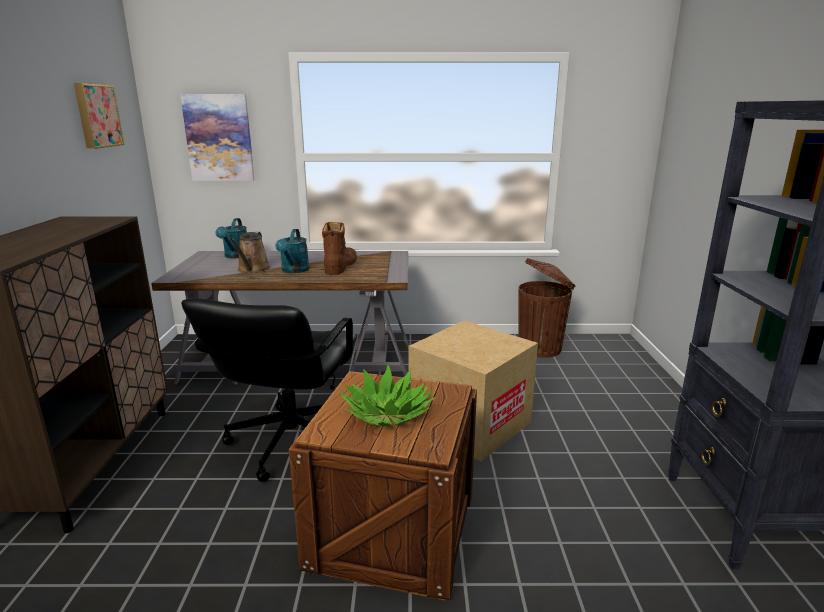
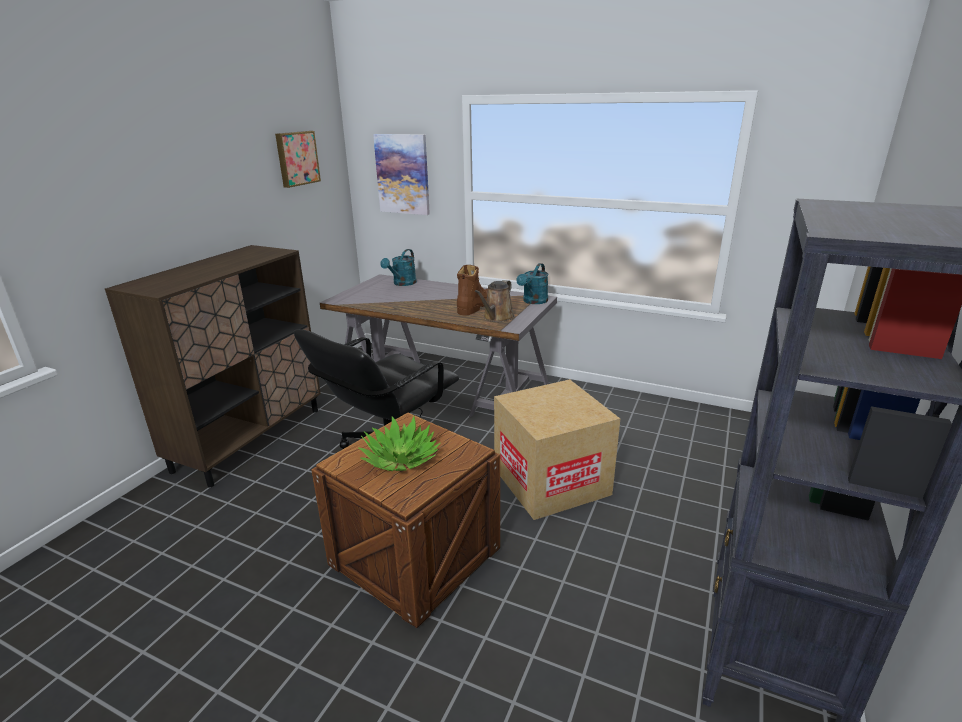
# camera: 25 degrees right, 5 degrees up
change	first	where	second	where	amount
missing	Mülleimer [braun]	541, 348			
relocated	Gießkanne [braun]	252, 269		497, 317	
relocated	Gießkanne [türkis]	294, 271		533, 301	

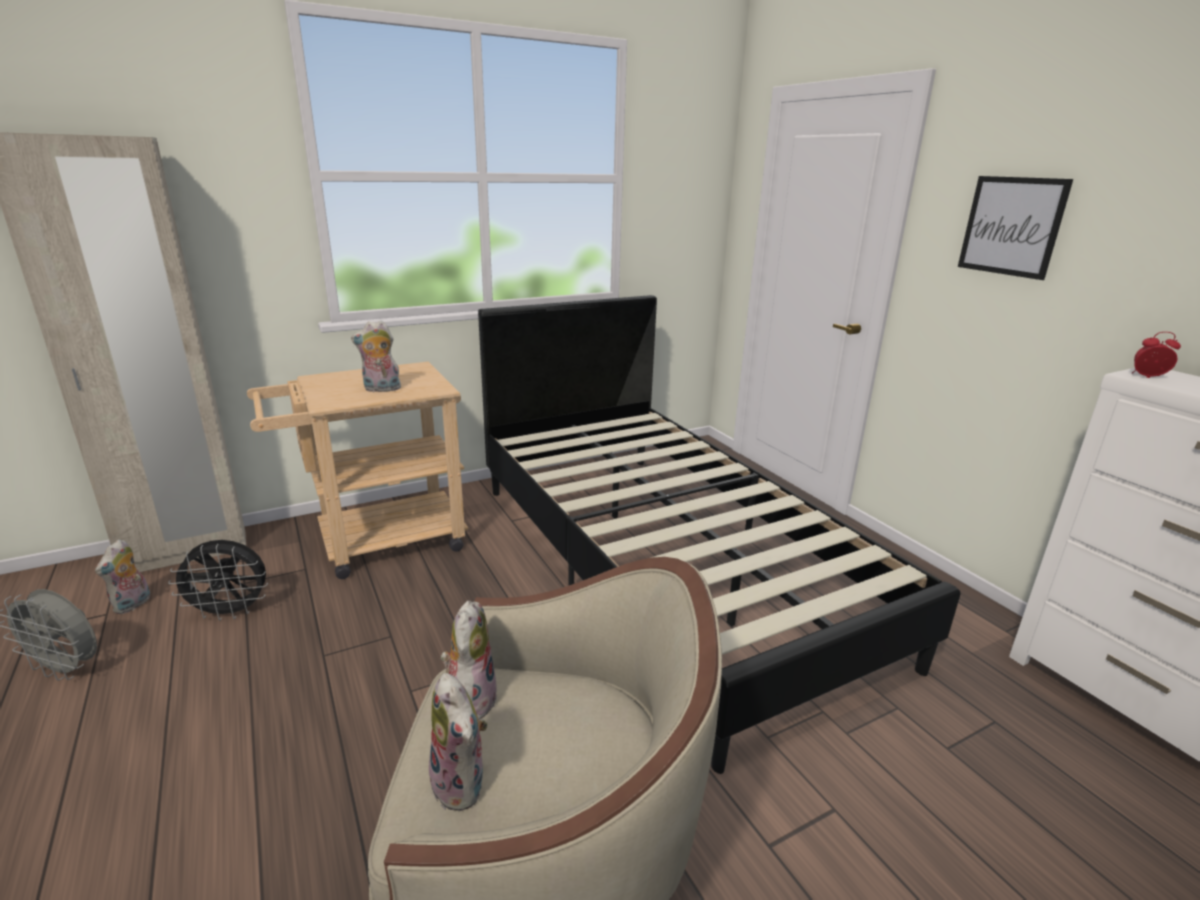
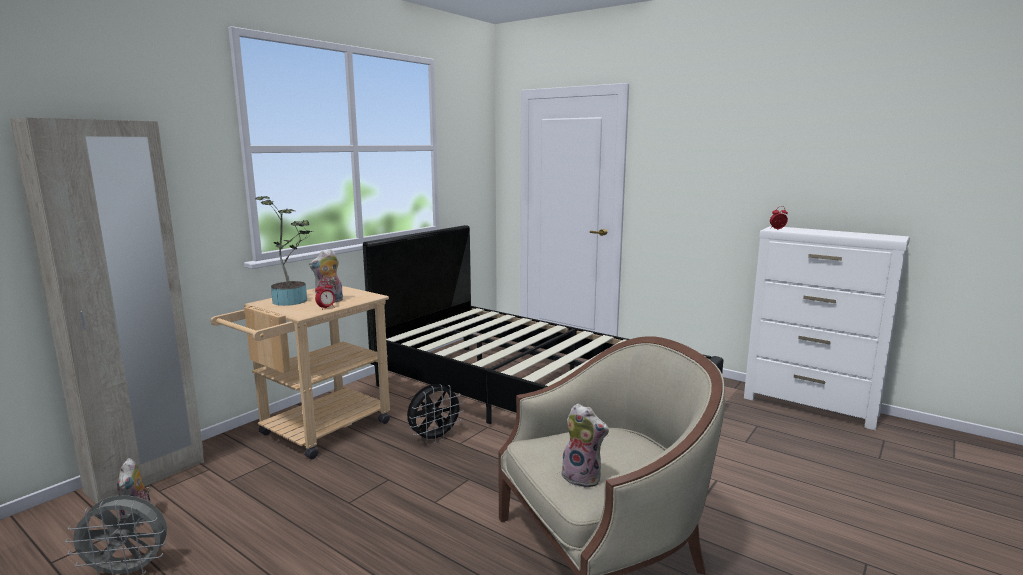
# camera: 25 degrees left, 10 degrees down
change	first	where	second	where	amount
missing	Plüschtier	471, 698			
missing	Bild	1011, 226			
appeared			Topfpflanze	292, 300	
appeared			Wecker	326, 308	
relocated	Ventilator [schwarz]	231, 612		434, 438	

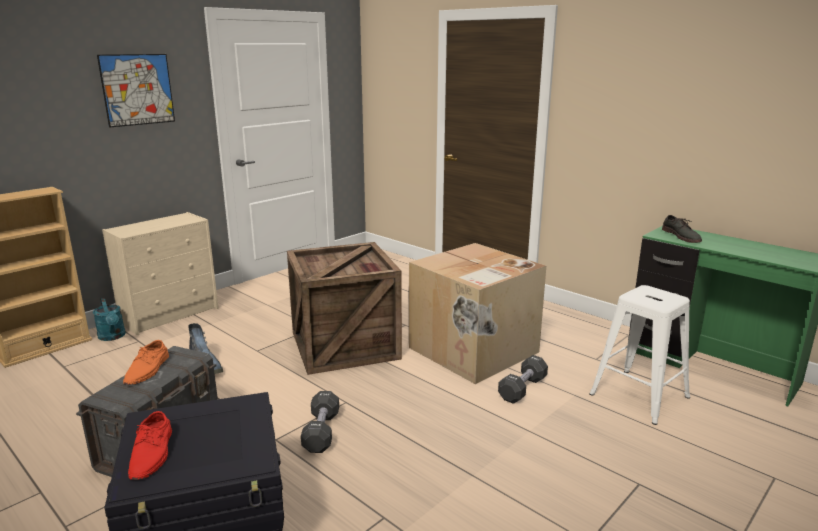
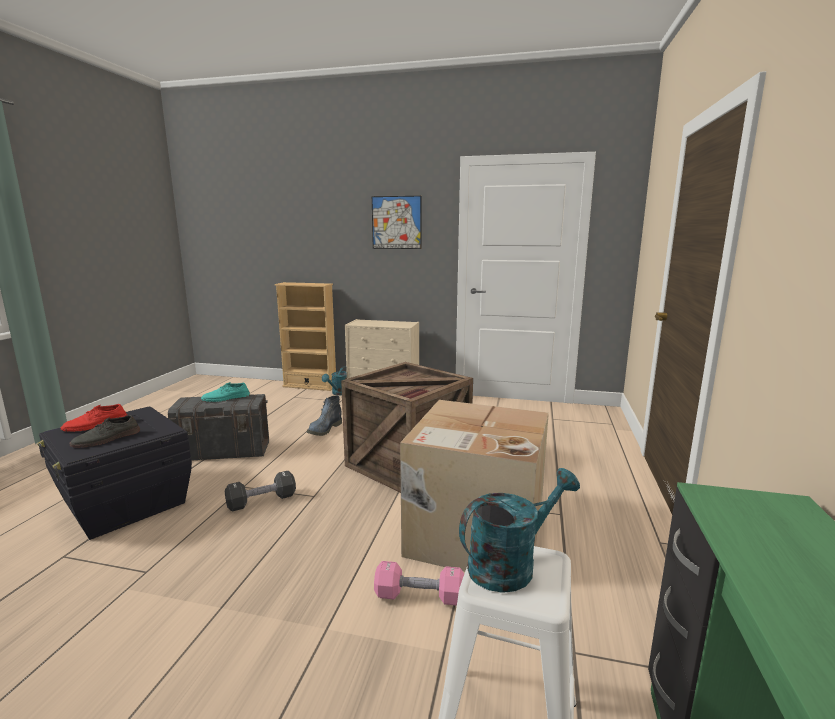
# camera: 60 degrees right, 5 degrees down
change	first	where	second	where	amount
appeared			Gießkanne [türkis]	511, 564	
relocated	Schuh [grau]	681, 236		106, 439	
colour	Schuh [orange]	148, 370	Schuh [türkis]	226, 398	
colour	Hantel [schwarz]	522, 389	Hantel [rosa]	419, 596	

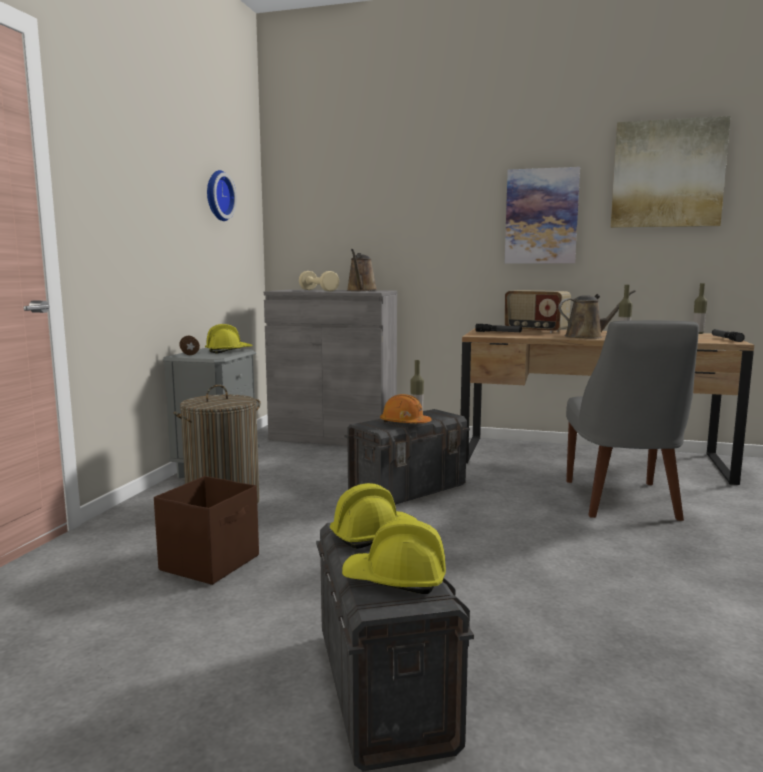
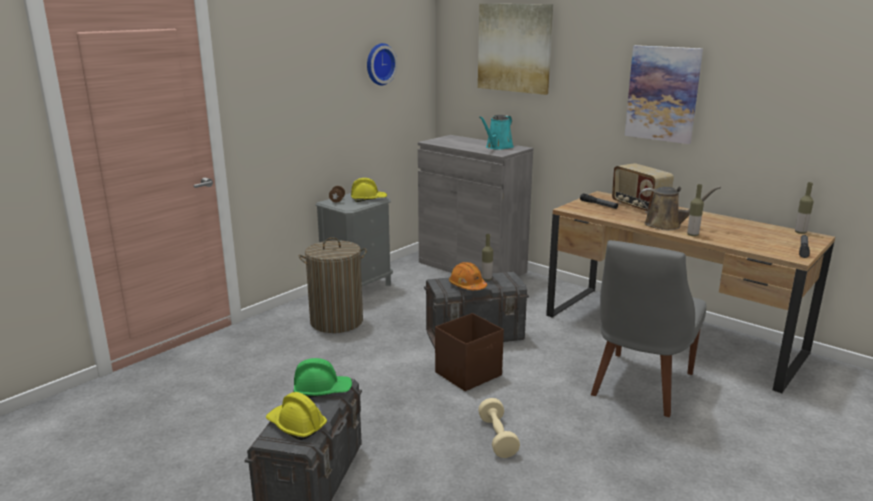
# camera: 25 degrees right, 10 degrees up
change	first	where	second	where	amount
relocated	Aufbewahrungsbox [braun]	211, 562		469, 374	
relocated	Hantel [beige]	318, 290		497, 437	
relocated	Bild	667, 174		514, 48	
colour	Schutzhelm [gelb]	374, 535	Schutzhelm [grün]	322, 390	
colour	Gießkanne [braun]	361, 290	Gießkanne [türkis]	498, 147	

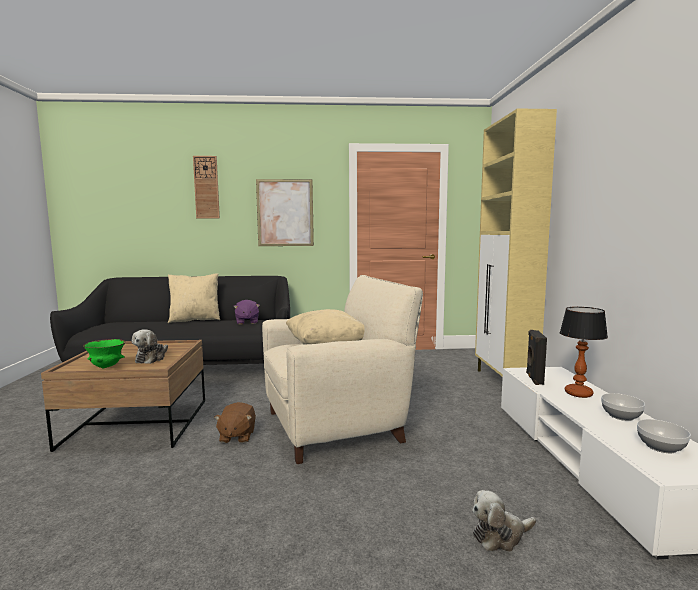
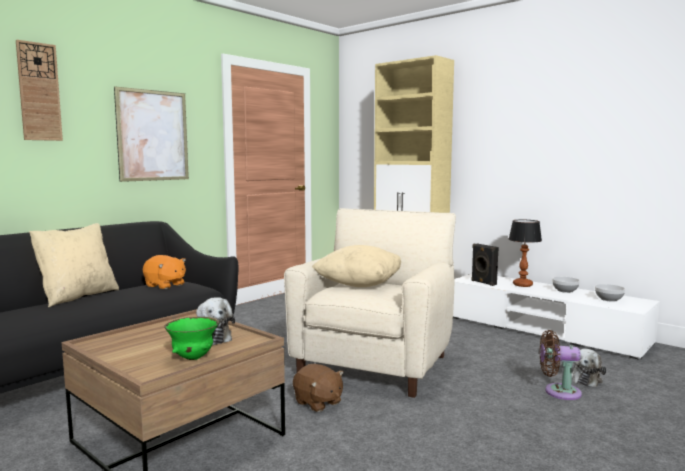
# camera: 45 degrees left, 0 degrees up
change	first	where	second	where	amount
appeared			Ventilator [braun]	558, 392	
colour	Plüschtier [lila]	247, 322	Plüschtier [orange]	165, 285	

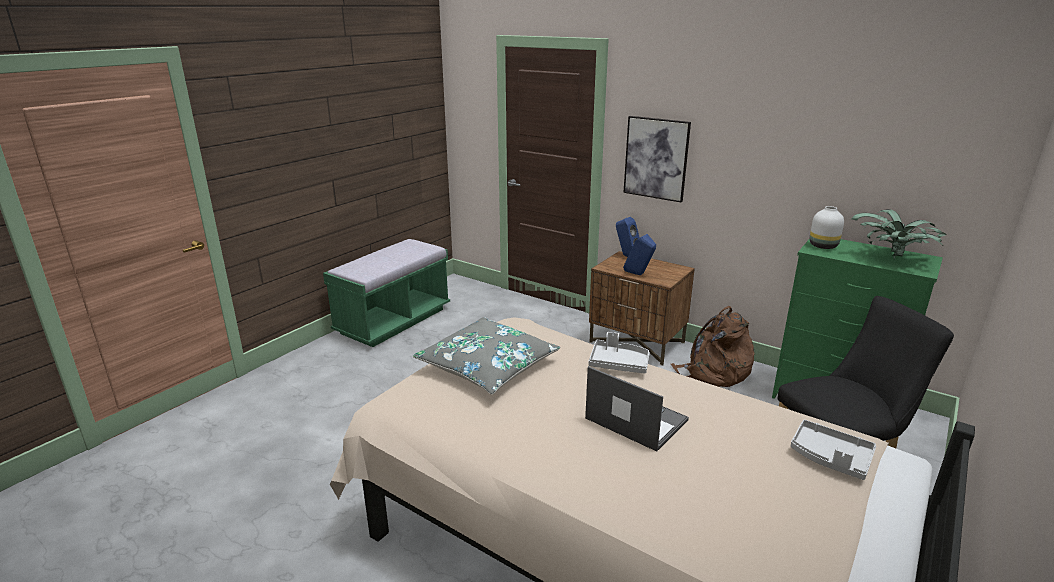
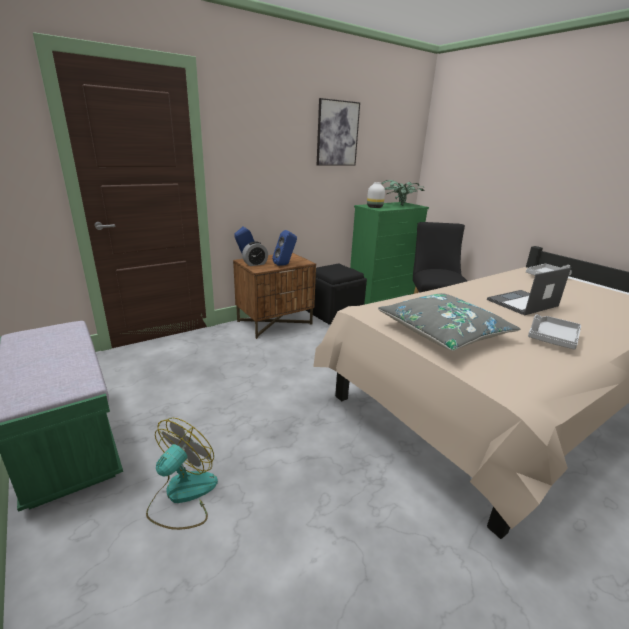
# camera: 70 degrees left, 0 degrees up
change	first	where	second	where	amount
appeared			Ventilator	182, 495	
appeared			Wecker	255, 264	
relocated	Tablett [grau]	618, 364		552, 338	
relocated	Bild	656, 158		337, 133	
exchanged	Rucksack [braun]	713, 372	Polsterhocker [schwarz]	332, 313	

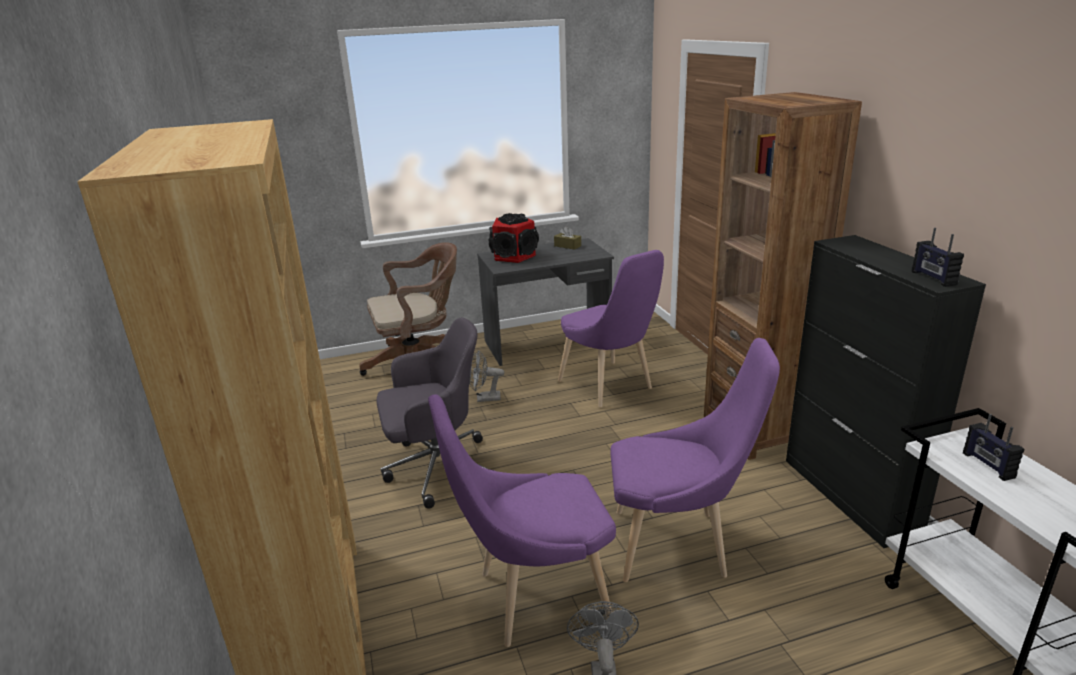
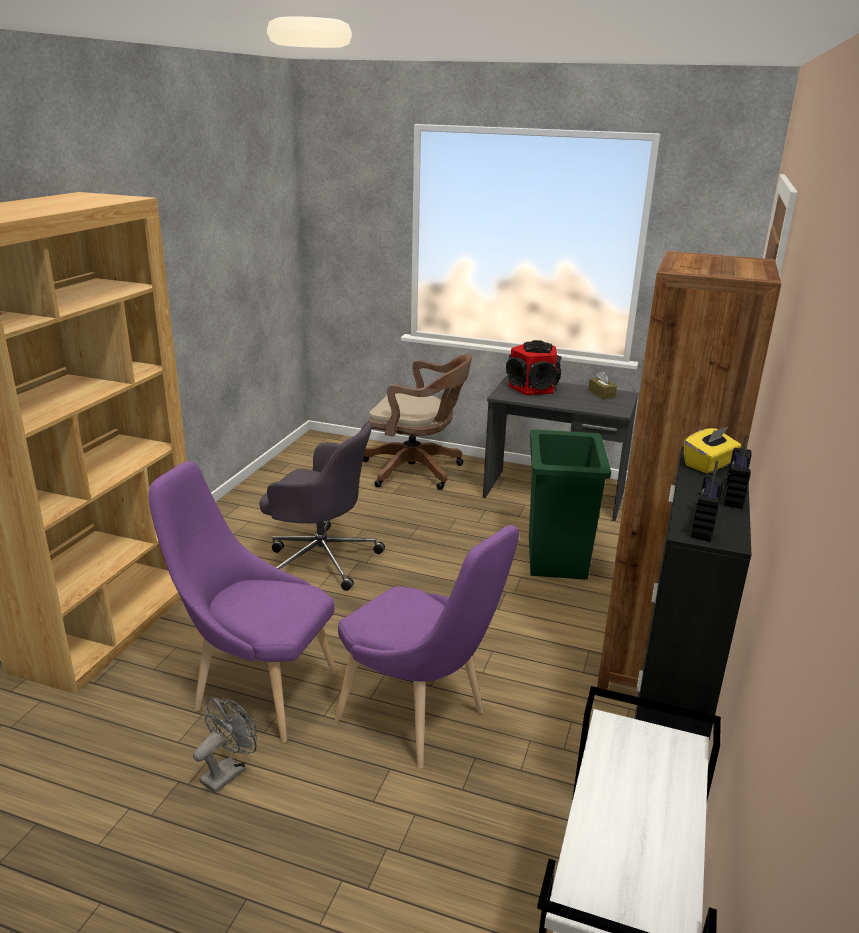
# camera: 35 degrees right, 0 degrees up
change	first	where	second	where	amount
missing	Ventilator [grau]	484, 398			
appeared			Taschentuchbox [gelb]	709, 465	
relocated	Radio	987, 465		733, 495	
exchanged	Stuhl [lila]	609, 387	Mülleimer [grün]	556, 558	

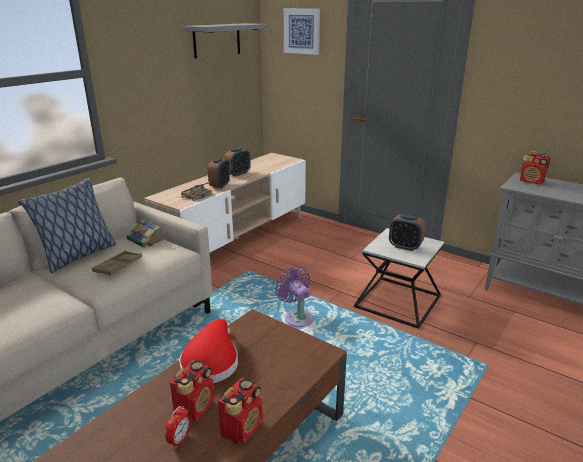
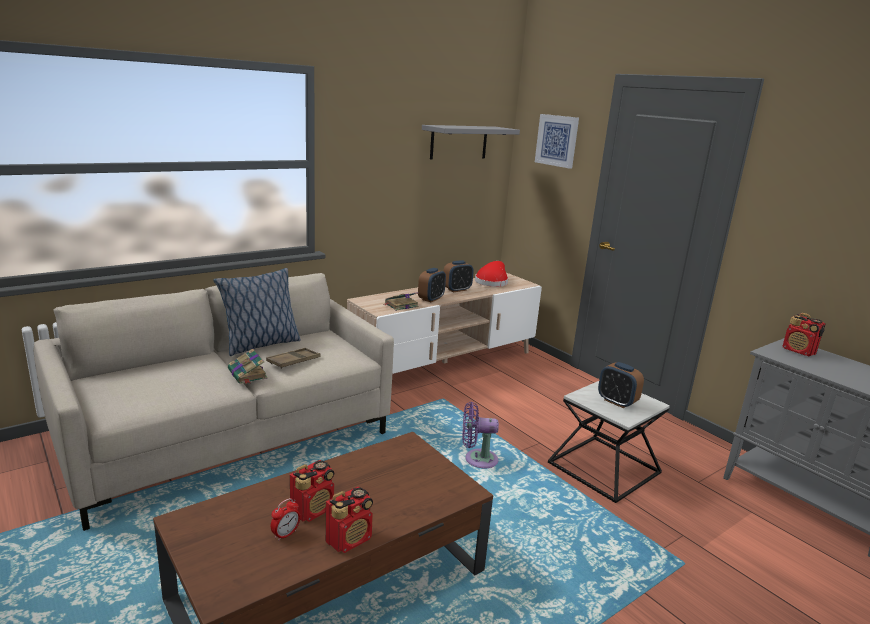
# camera: 15 degrees right, 5 degrees down
change	first	where	second	where	amount
relocated	Buch	145, 240		248, 374	
relocated	Hut [rot]	211, 361		492, 282	
spun	Ventilator [lila]	297, 317		477, 459	75 degrees counterclockwise

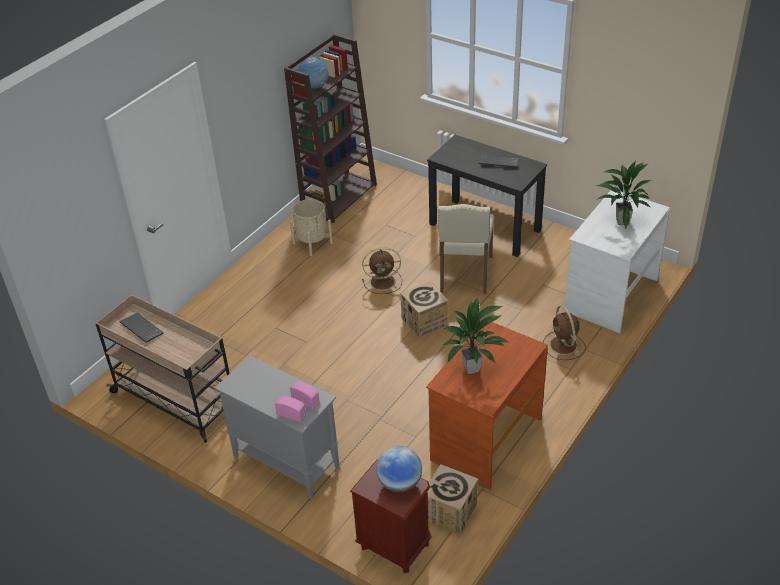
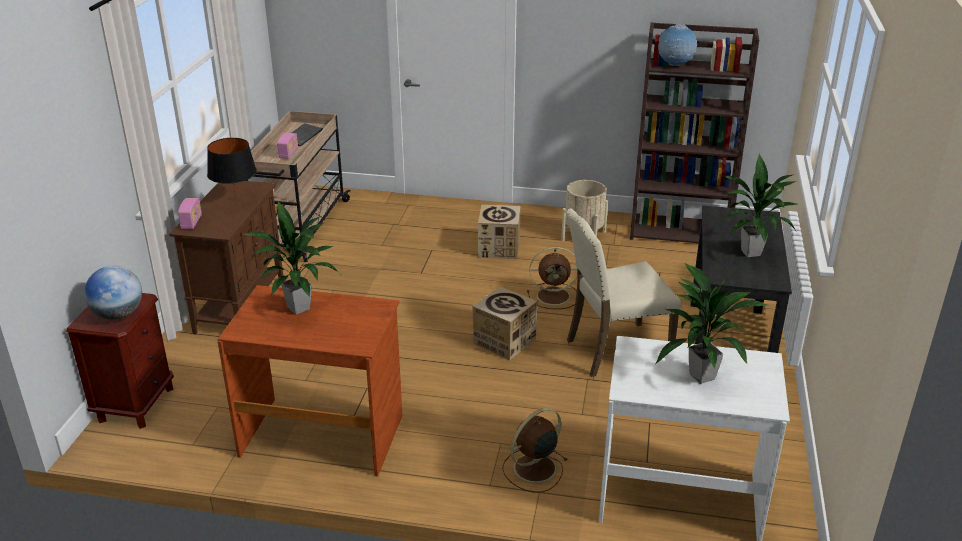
# camera: 65 degrees right, 10 degrees down
change	first	where	second	where	amount
appeared			Tischlampe [schwarz]	236, 201	
relocated	Radio	305, 401		288, 154	
relocated	Karton	450, 512		499, 248	
exchanged	Tastatur	498, 162	Topfpflanze	750, 253	
colour	Schrank [grau]	285, 461	Schrank [braun]	240, 305	
spun	Ventilator [braun]	384, 282		555, 296	60 degrees counterclockwise

